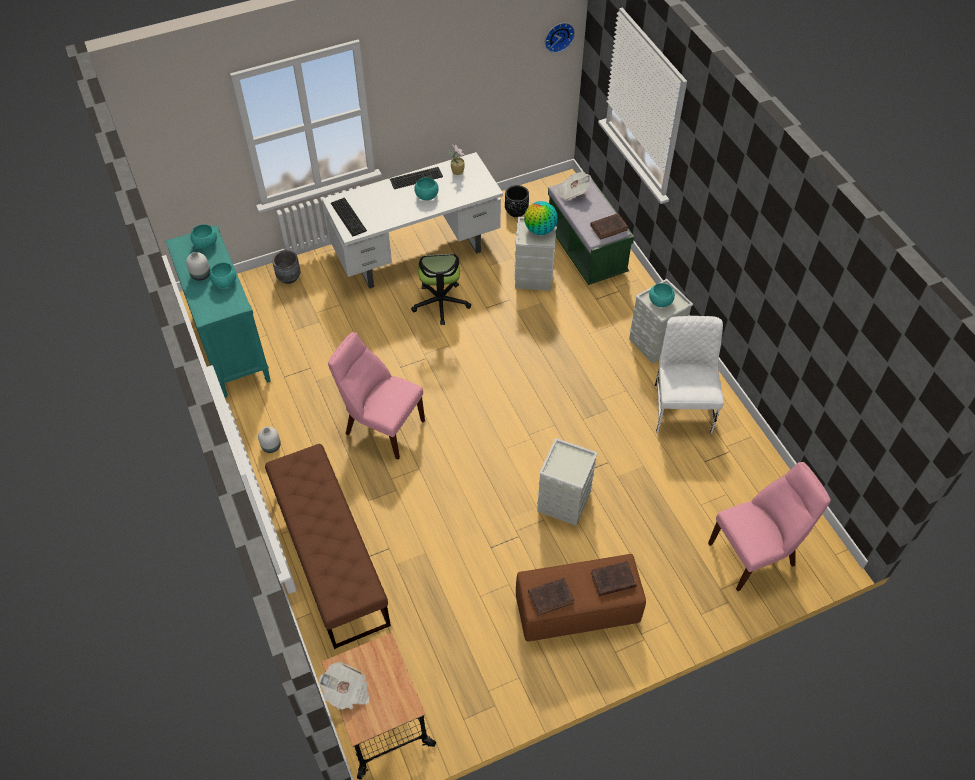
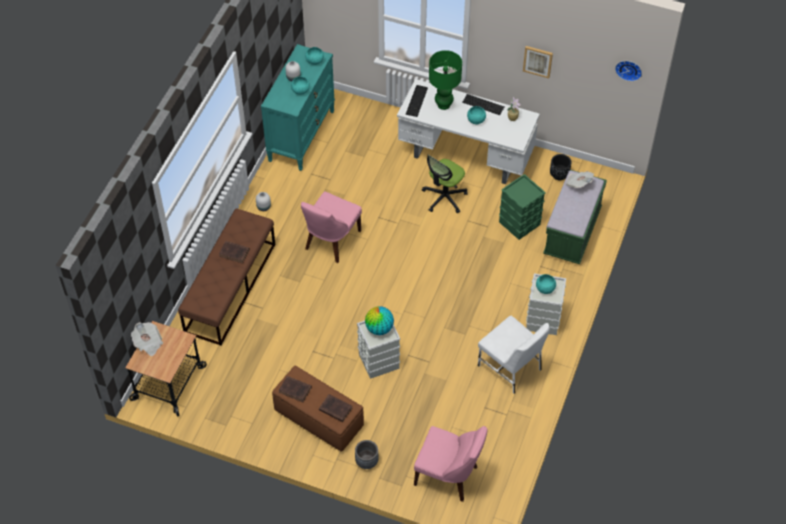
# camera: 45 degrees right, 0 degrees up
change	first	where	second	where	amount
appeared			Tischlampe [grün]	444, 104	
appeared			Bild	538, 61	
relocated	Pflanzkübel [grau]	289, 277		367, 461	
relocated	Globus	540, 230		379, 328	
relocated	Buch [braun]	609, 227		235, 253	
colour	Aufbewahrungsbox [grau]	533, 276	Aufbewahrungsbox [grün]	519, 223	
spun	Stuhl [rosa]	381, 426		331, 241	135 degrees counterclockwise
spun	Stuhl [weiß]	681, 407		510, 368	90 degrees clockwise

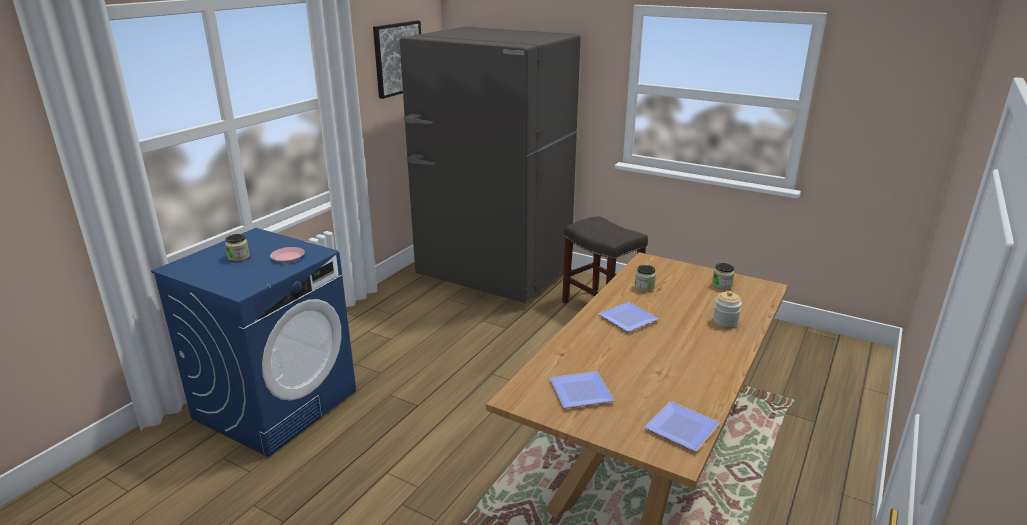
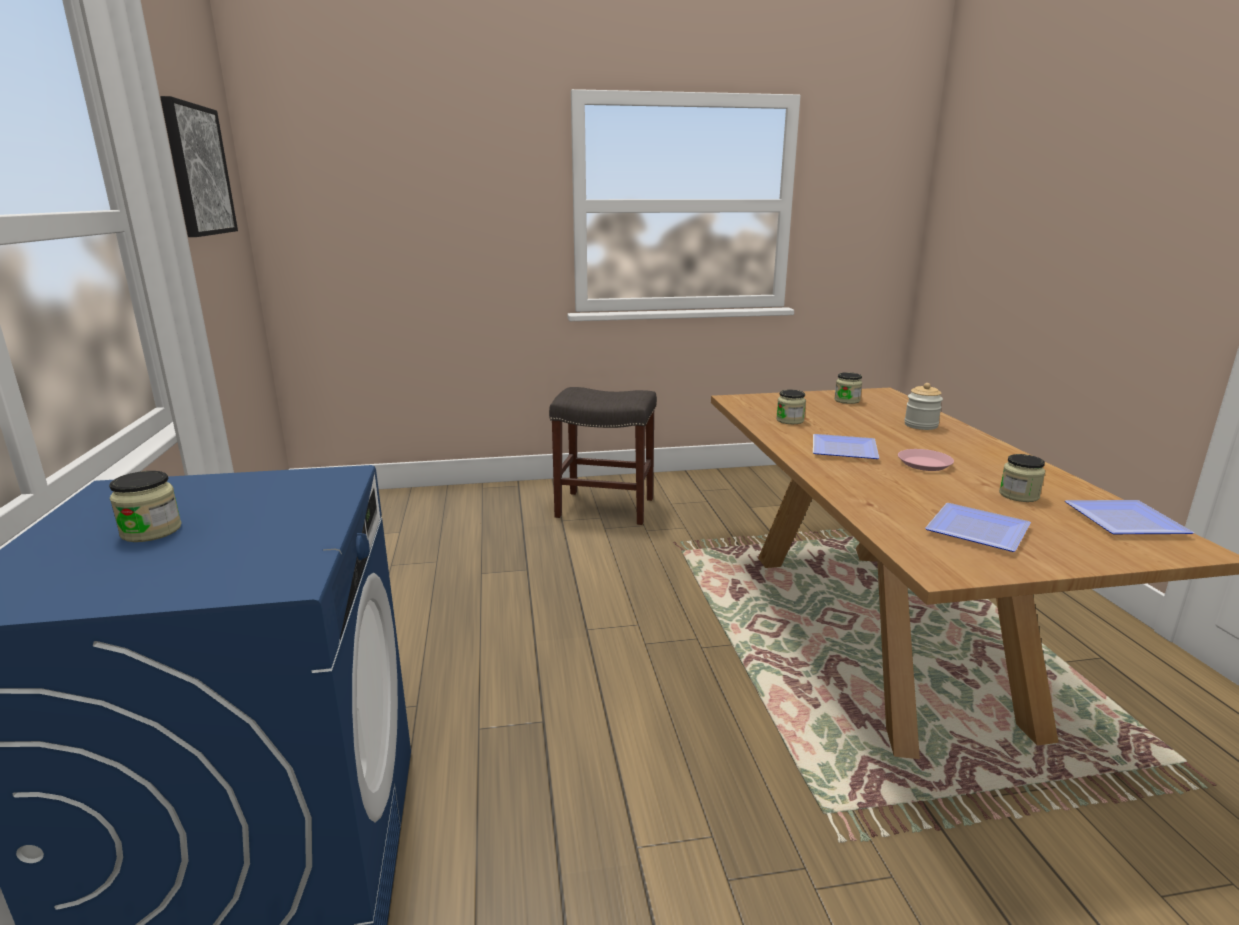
# camera: 40 degrees left, 5 degrees down
change	first	where	second	where	amount
missing	Kühlschrank [grau]	493, 274			
appeared			Vorratsglas	1018, 495	
relocated	Teller [rosa]	288, 257		924, 464	

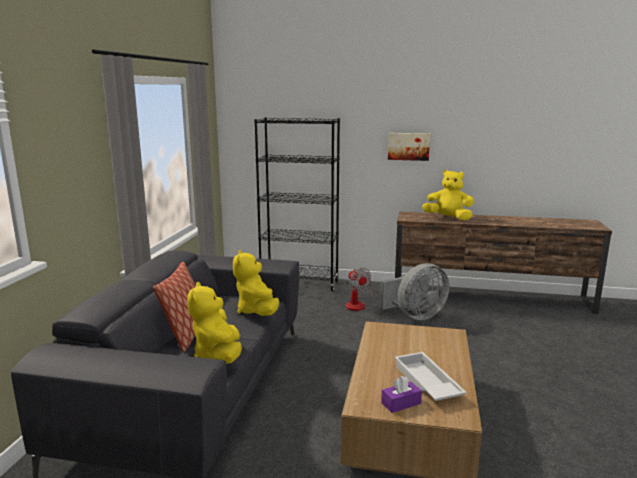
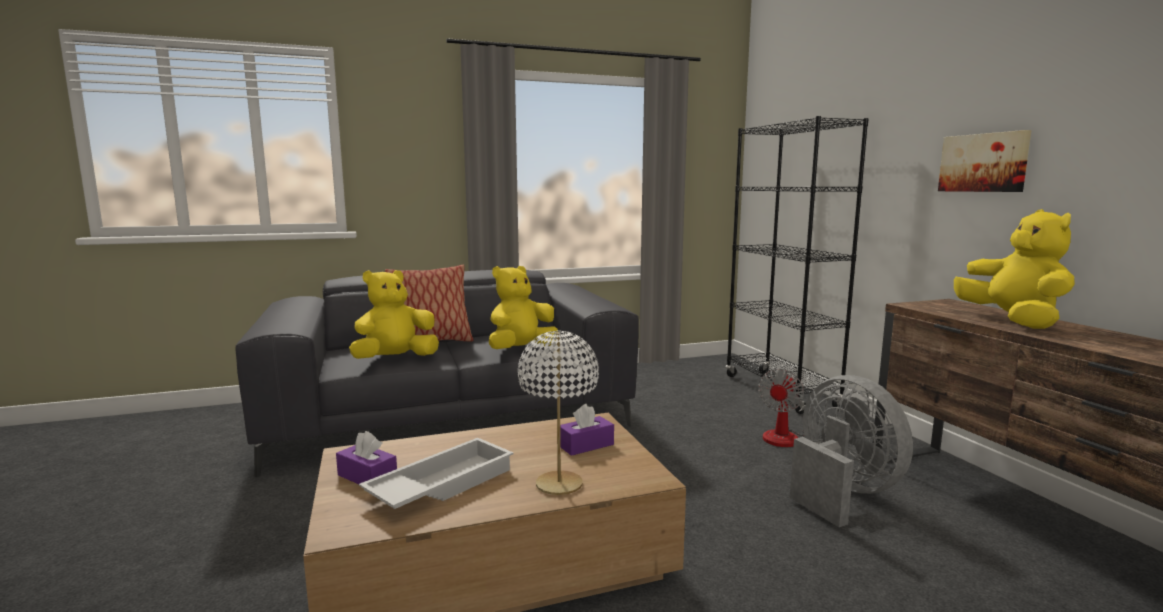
# camera: 60 degrees right, 5 degrees down
change	first	where	second	where	amount
appeared			Tischlampe [weiß]	558, 485	
appeared			Taschentuchbox [lila]	586, 445	
spun	Ventilator [grau]	415, 316		841, 492	150 degrees counterclockwise

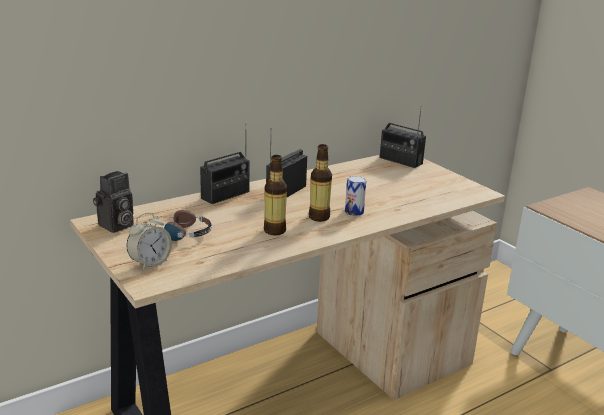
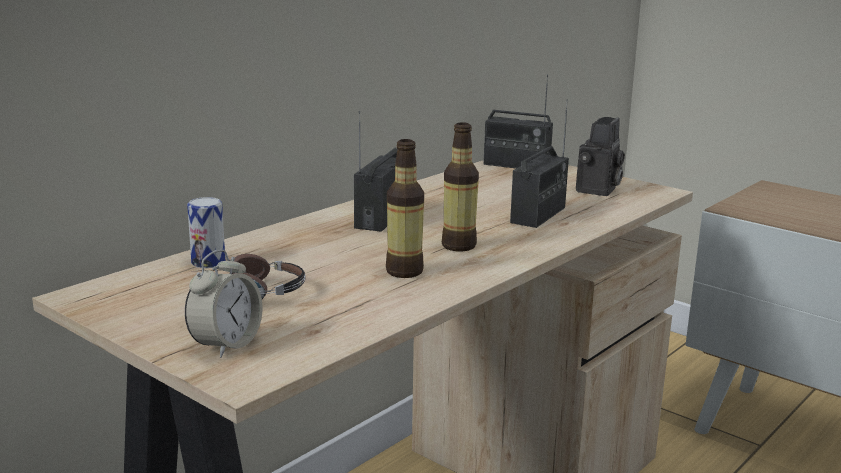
# camera: 15 degrees left, 5 degrees down
change	first	where	second	where	amount
relocated	Kamera	116, 226		598, 191	
relocated	Radio	225, 195		538, 215	
relocated	Dose	354, 212		208, 262	

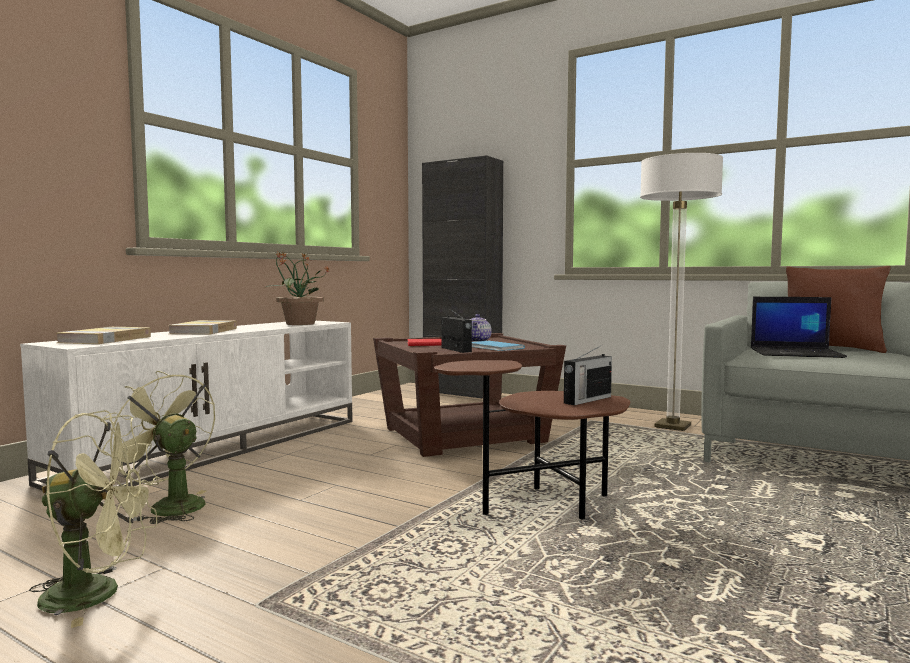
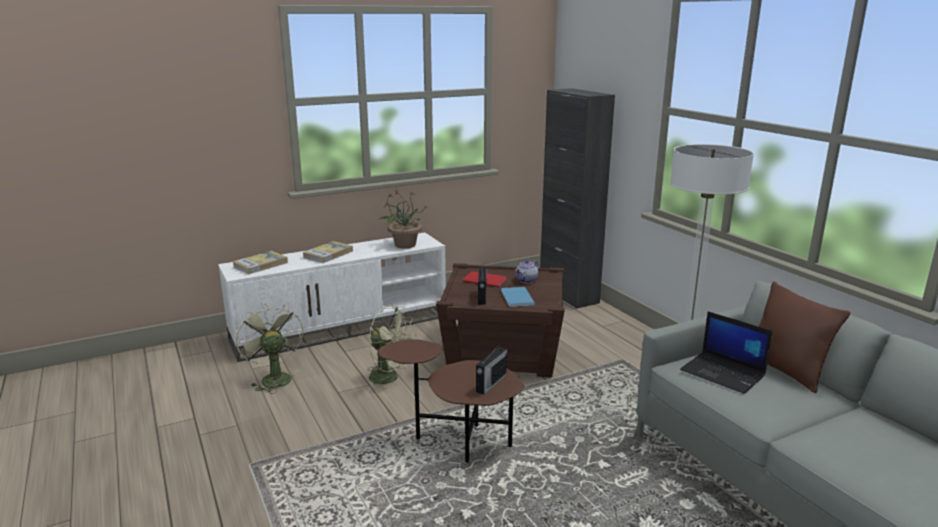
# camera: 30 degrees right, 15 degrees up
change	first	where	second	where	amount
relocated	Ventilator [grün]	98, 594		390, 378	
spun	Radio	586, 400		490, 384	45 degrees counterclockwise

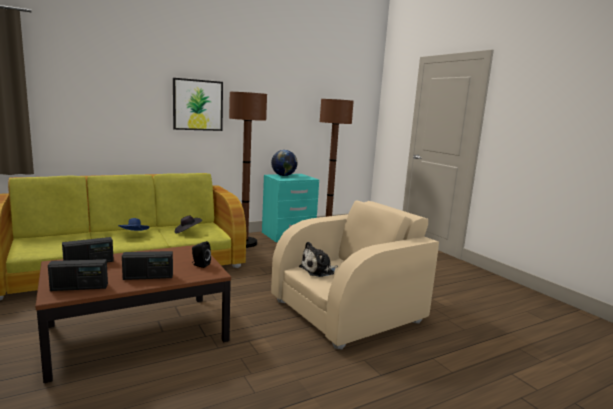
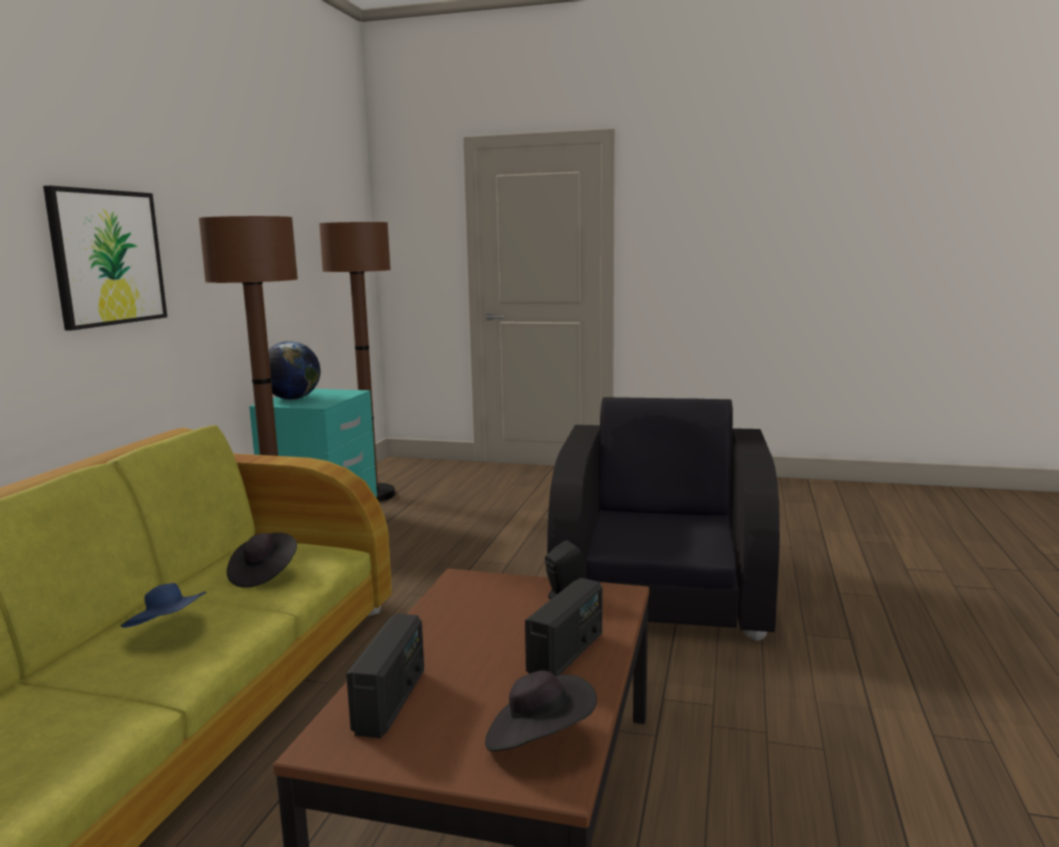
# camera: 45 degrees left, 0 degrees up
change	first	where	second	where	amount
missing	Plüschtier	319, 270			
exchanged	Radio	79, 287	Hut [schwarz]	538, 739	
colour	Sessel [beige]	348, 311	Sessel [schwarz]	661, 589	

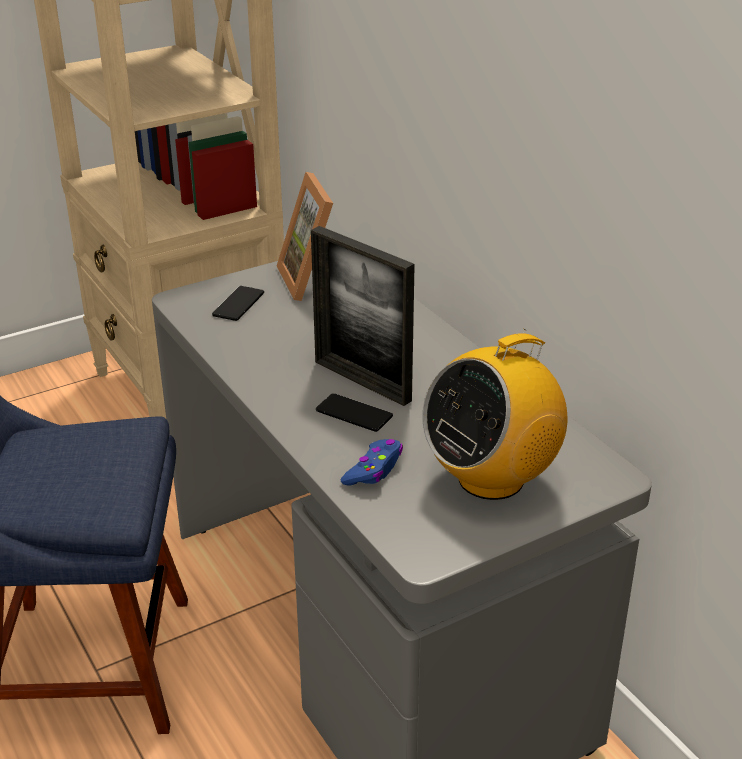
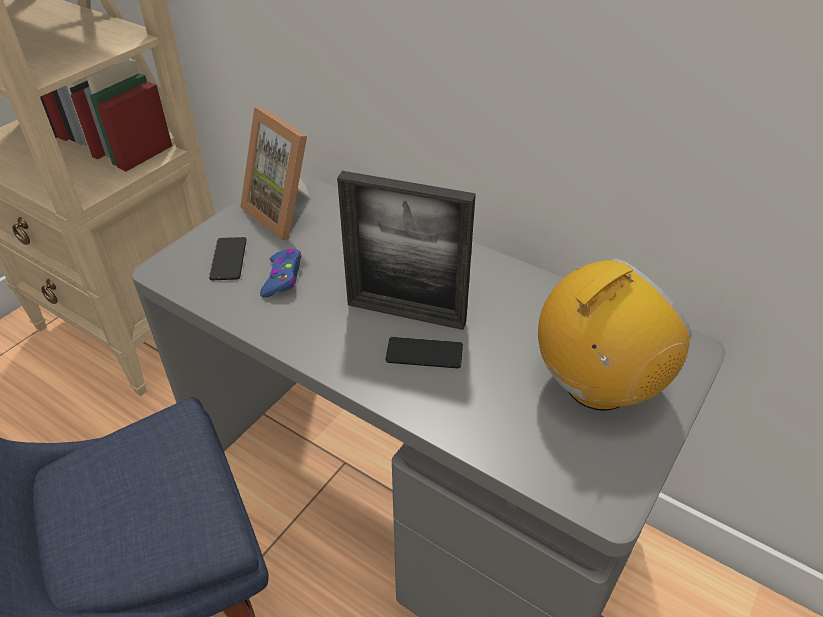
# camera: 25 degrees left, 10 degrees up
change	first	where	second	where	amount
relocated	Gamepad [blau]	374, 470		282, 278	
spun	Radio	491, 478		596, 386	150 degrees counterclockwise

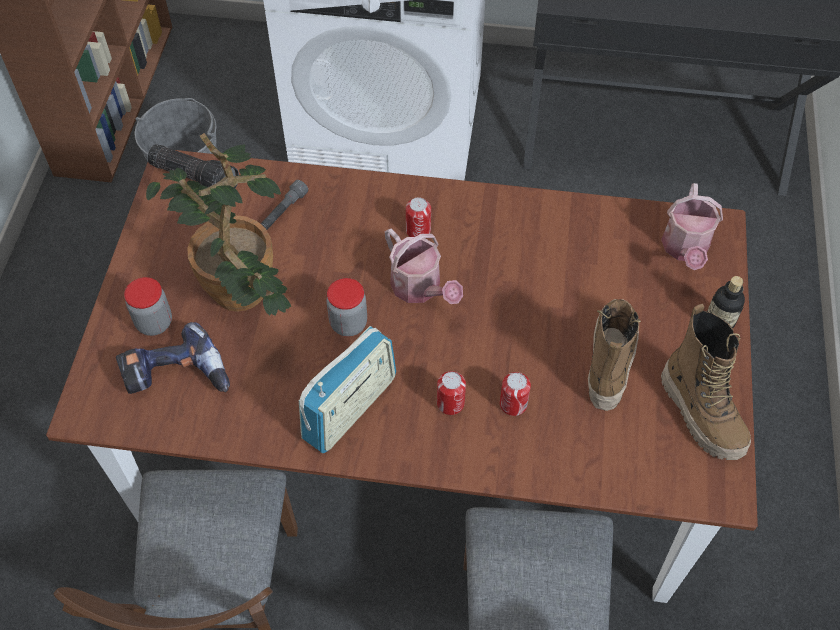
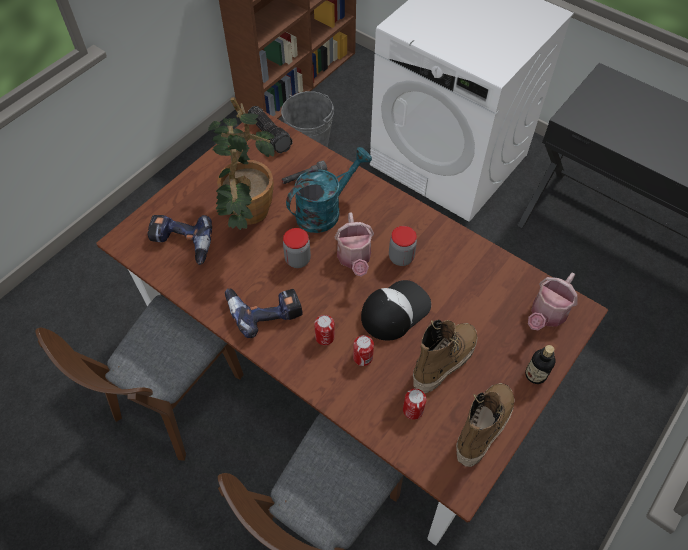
# camera: 30 degrees right, 0 degrees up
change	first	where	second	where	amount
appeared			Gießkanne [türkis]	325, 210	
appeared			Kappe	394, 310	
relocated	Vorratsglas	154, 323		401, 257	
relocated	Dose	418, 230		413, 410	
exchanged	Radio	350, 408	Bohrmaschine	264, 310	
spun	Stiefel	702, 414		482, 427	150 degrees counterclockwise

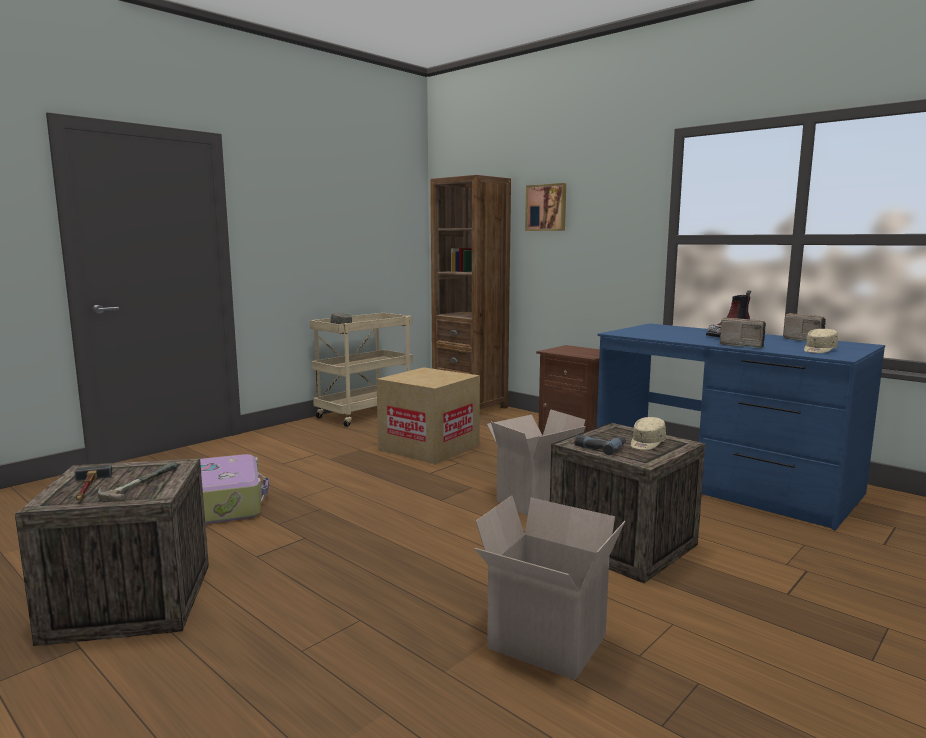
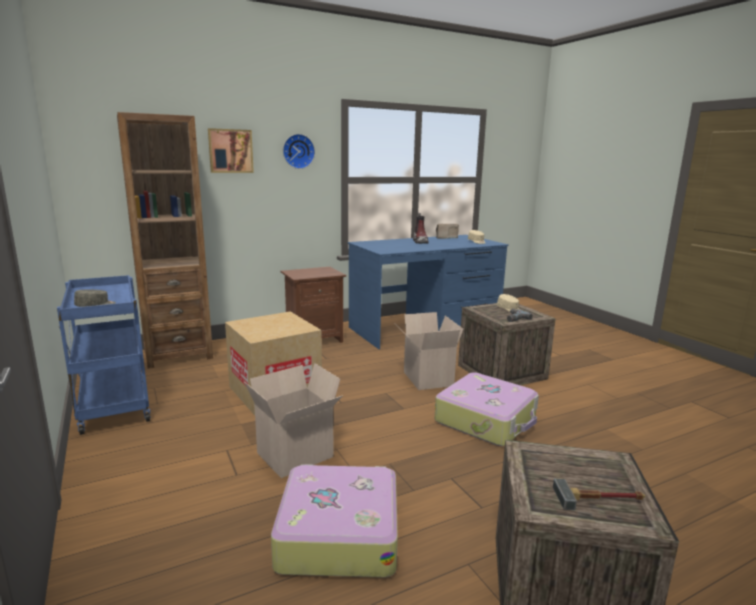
# camera: 70 degrees left, 5 degrees up
change	first	where	second	where	amount
missing	Hammer	137, 483			
missing	Radio	742, 346			
appeared			Wanduhr	298, 151	
appeared			Koffer	486, 420	
relocated	Karton	544, 643		295, 456	
colour	Rollwagen [beige]	364, 413	Rollwagen [blau]	113, 404	

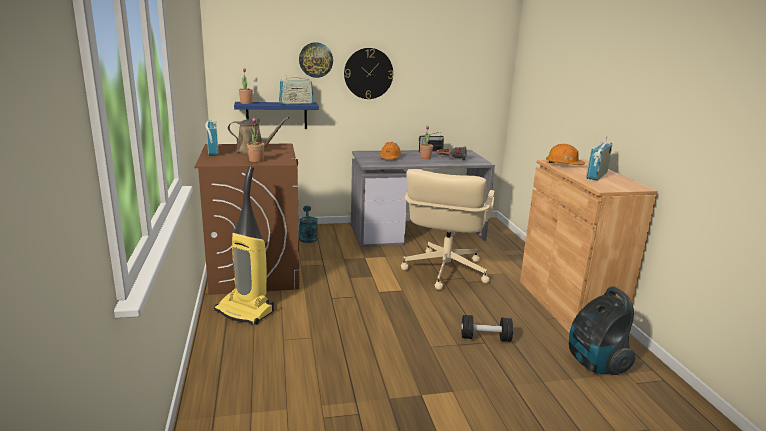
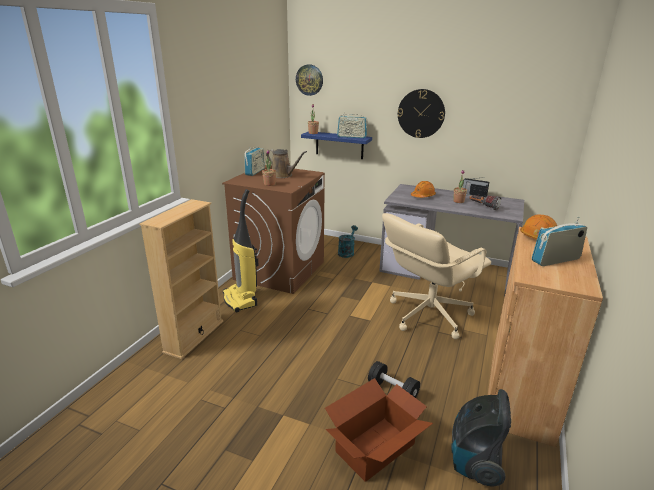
# camera: 35 degrees right, 5 degrees up
change	first	where	second	where	amount
appeared			Bücherregal [beige]	194, 336	
appeared			Karton	376, 448	
relocated	Wanduhr	316, 60		309, 80	

